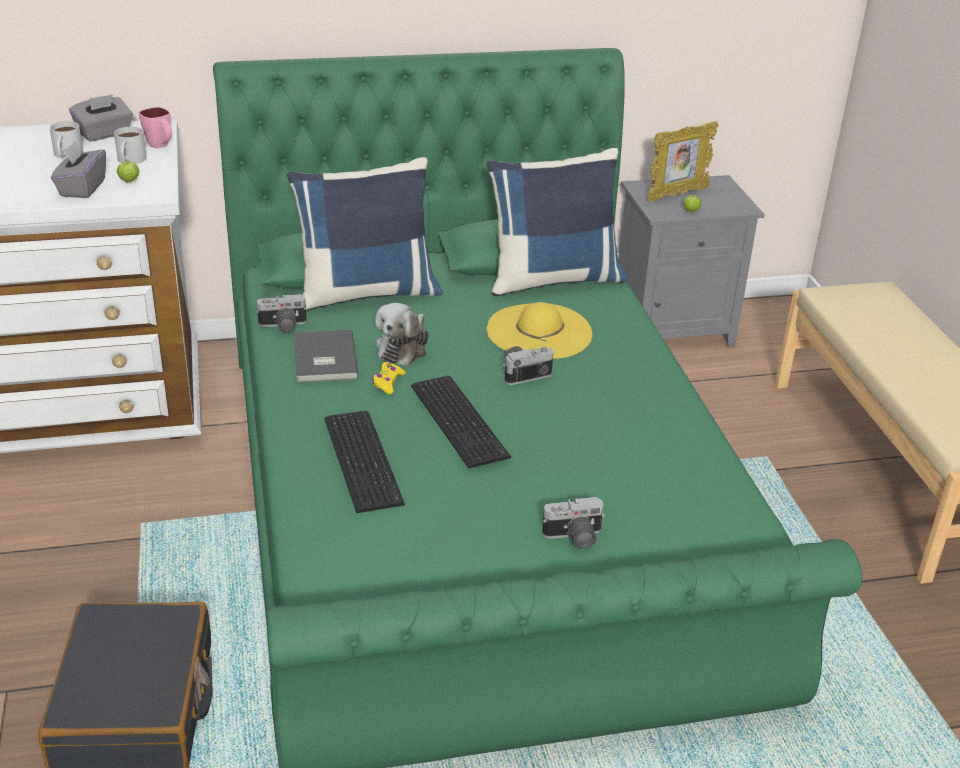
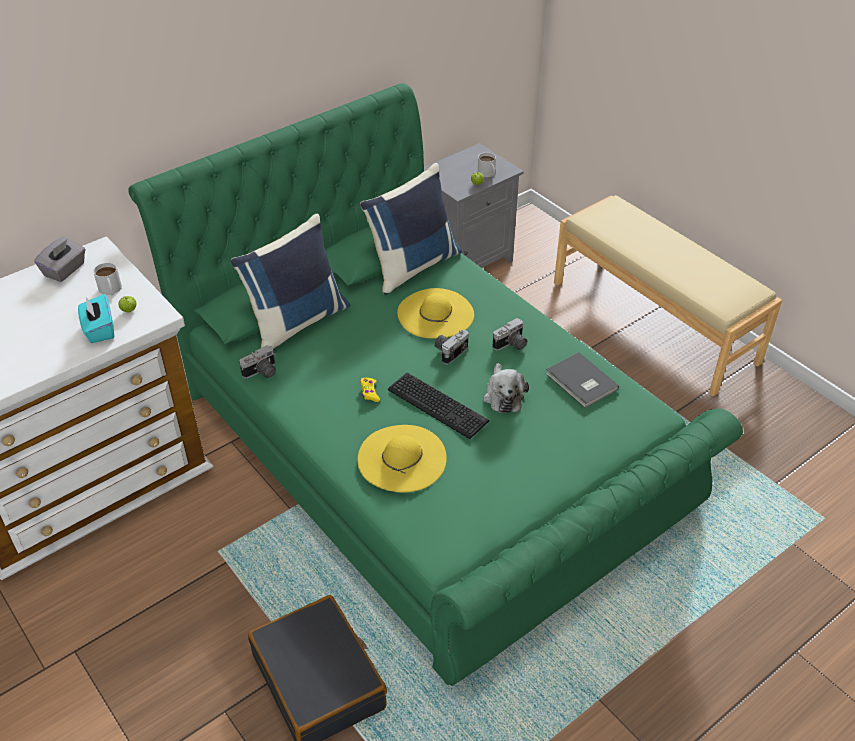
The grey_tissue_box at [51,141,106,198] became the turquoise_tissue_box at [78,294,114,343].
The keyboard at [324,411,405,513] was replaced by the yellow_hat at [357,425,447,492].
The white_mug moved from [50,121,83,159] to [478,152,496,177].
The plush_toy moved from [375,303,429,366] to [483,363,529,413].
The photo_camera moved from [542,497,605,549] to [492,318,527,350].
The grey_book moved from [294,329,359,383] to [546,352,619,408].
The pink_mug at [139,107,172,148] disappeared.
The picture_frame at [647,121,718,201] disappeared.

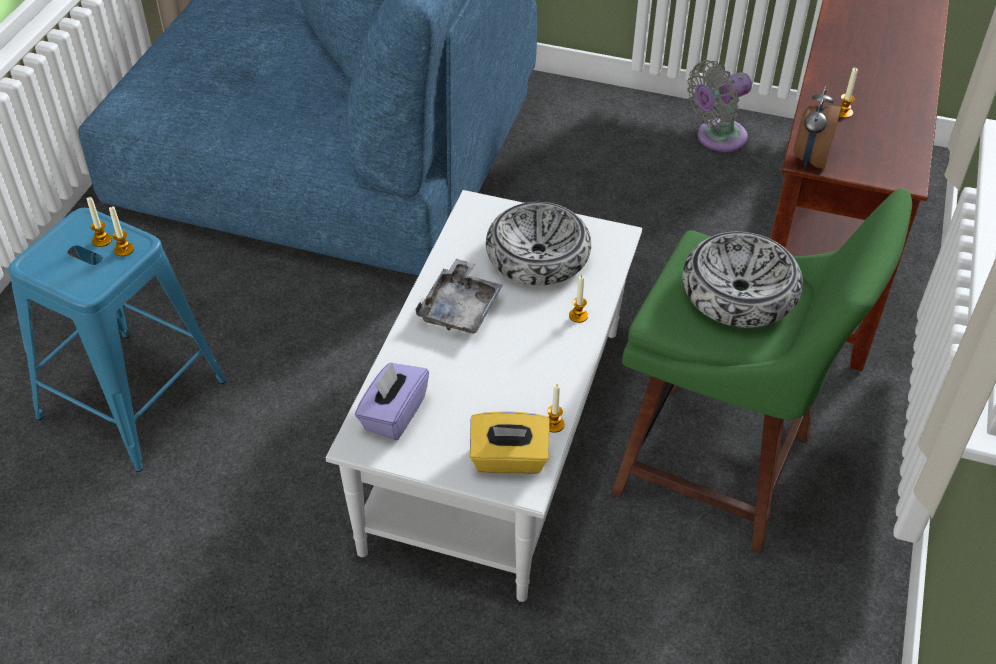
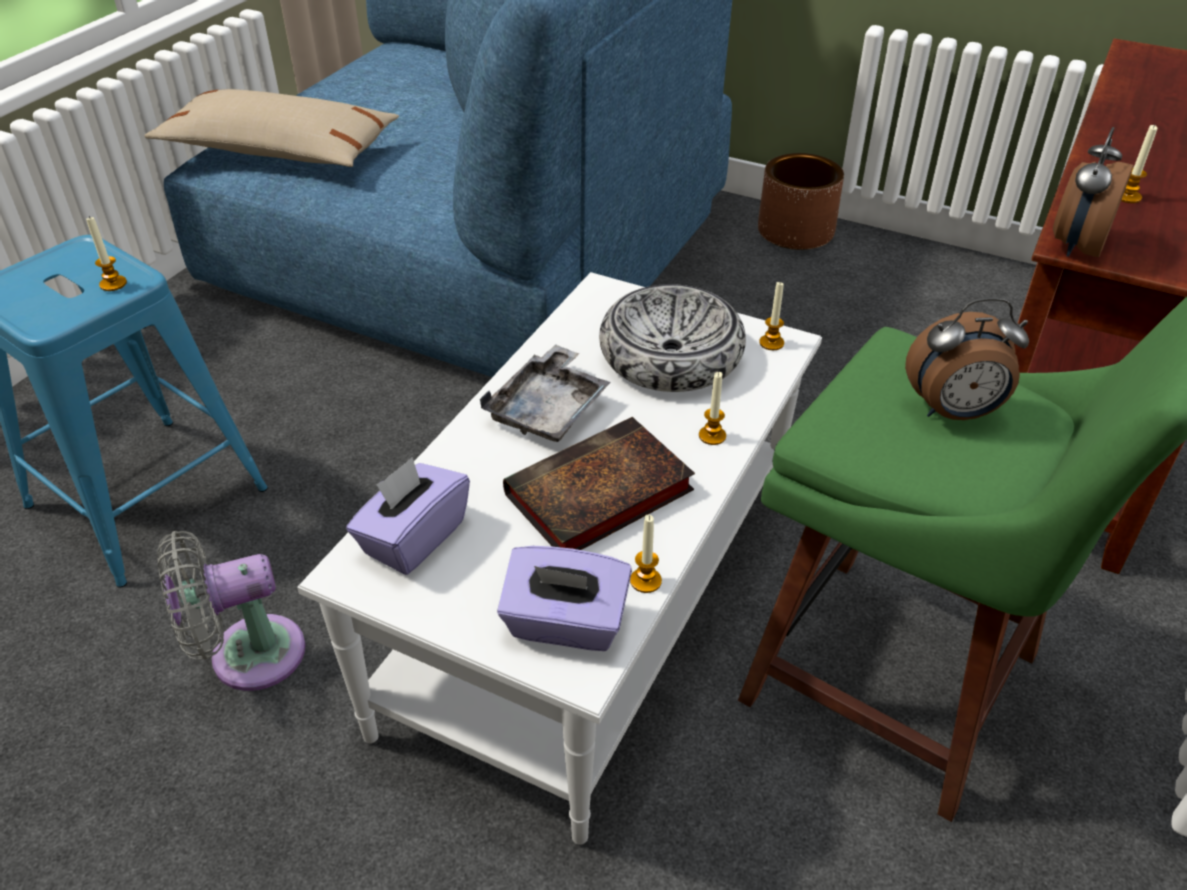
The beige_pillow at [144,89,399,167] appeared.
The grey_fan moved from [687,60,752,152] to [157,531,305,691].
The yellow_tissue_box at [470,411,550,474] became the purple_tissue_box at [497,546,632,651].
The book at [503,417,695,550] appeared.
The brown_planter at [758,153,844,250] appeared.
The candle moved from [87,197,112,247] to [759,281,784,350].
The bowl at [683,232,803,328] was replaced by the alarm_clock at [905,298,1029,420].

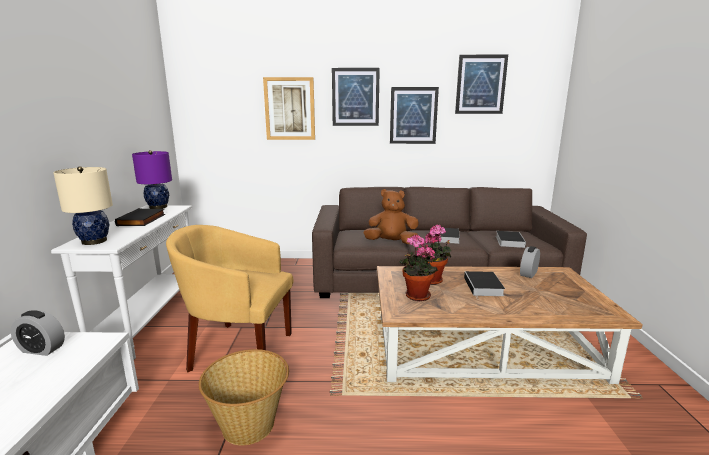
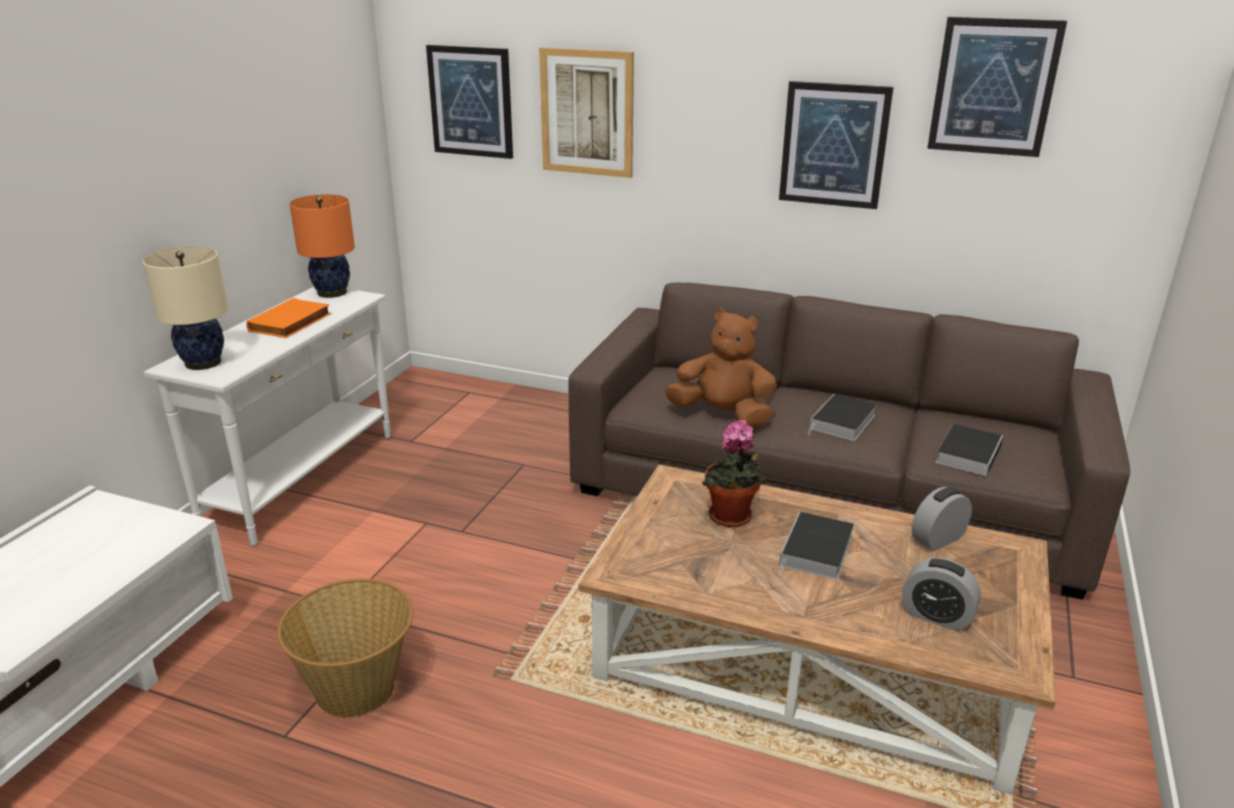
The black_book at [115,208,165,226] became the orange_book at [247,298,331,338].
The purple_table_lamp at [132,150,172,209] became the orange_table_lamp at [290,195,355,298].
The picture moved from [332,68,380,126] to [426,45,513,159].
The alarm_clock moved from [11,310,65,356] to [902,558,981,631].
The yellow_armchair at [166,225,294,372] disappeared.
The potted_plant at [399,235,438,301] disappeared.

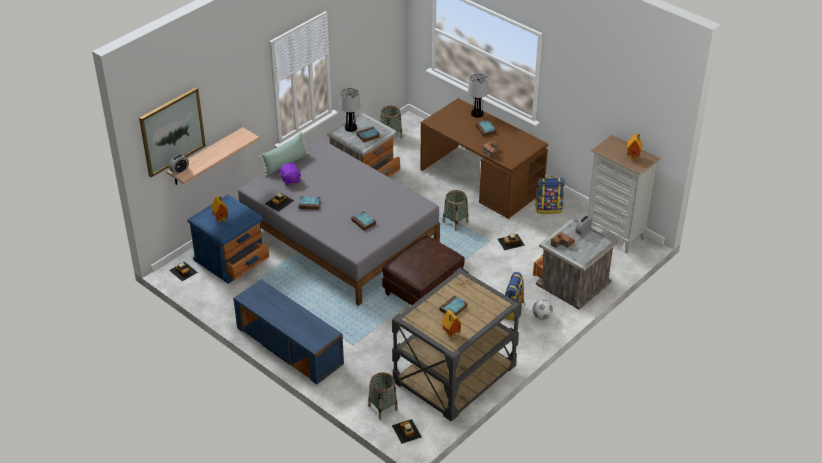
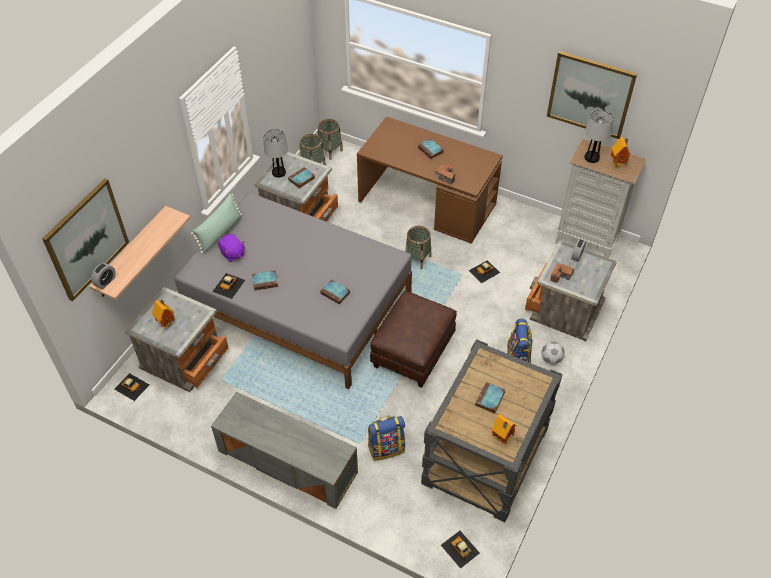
The blue_nightstand at [187,195,269,284] became the grey_nightstand at [125,287,228,392].
The blue_bench at [233,279,344,385] became the grey_bench at [211,392,358,509].
The basket moved from [368,372,398,419] to [318,119,343,160].
The backpack moved from [535,176,565,214] to [368,416,405,461].
The picture at [547,51,637,139] appeared.
The table_lamp moved from [468,74,489,118] to [584,110,614,163].

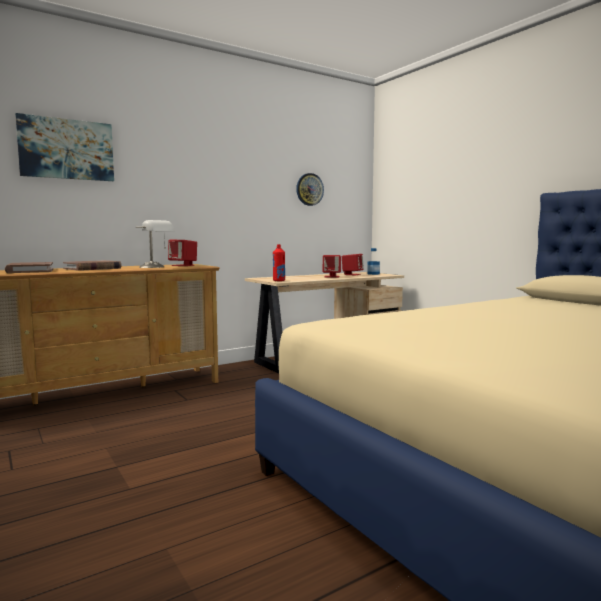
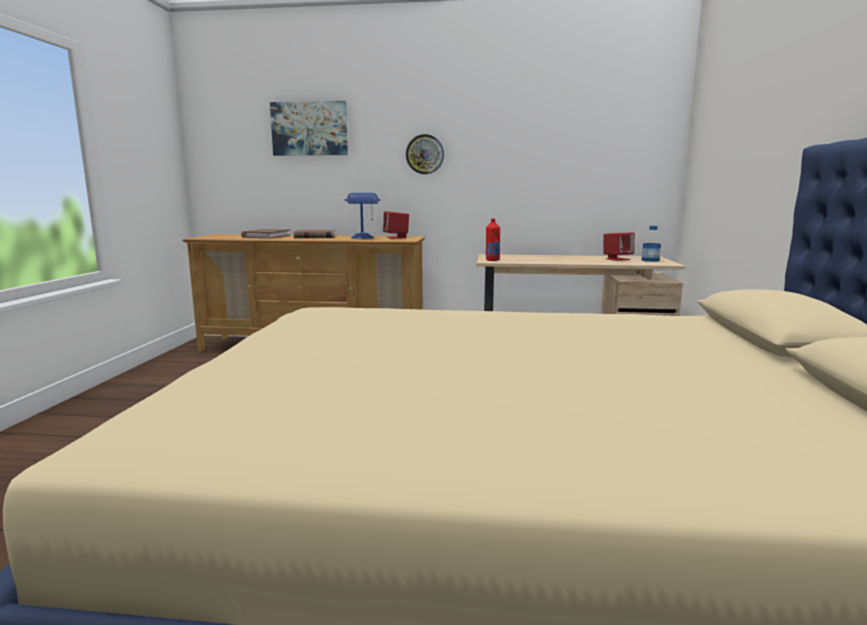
The white_table_lamp at [136,220,175,268] became the blue_table_lamp at [344,193,381,239].
The wall_clock moved from [296,173,324,206] to [406,134,444,174].
The red_speaker at [323,255,341,278] disappeared.

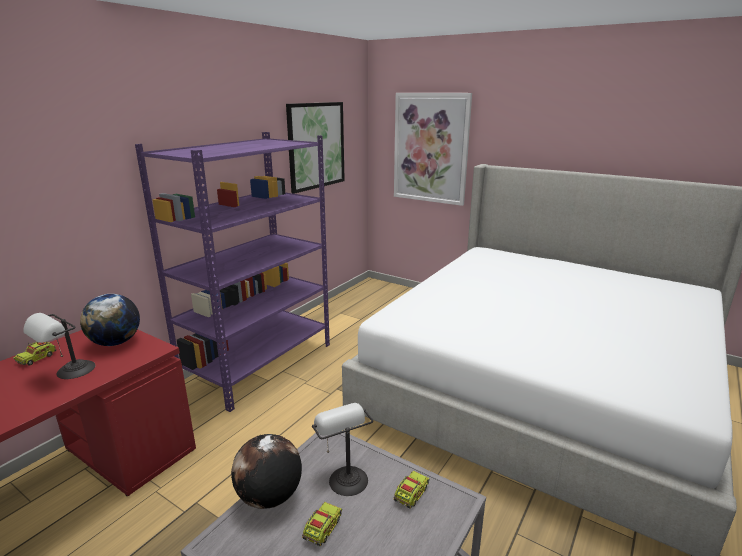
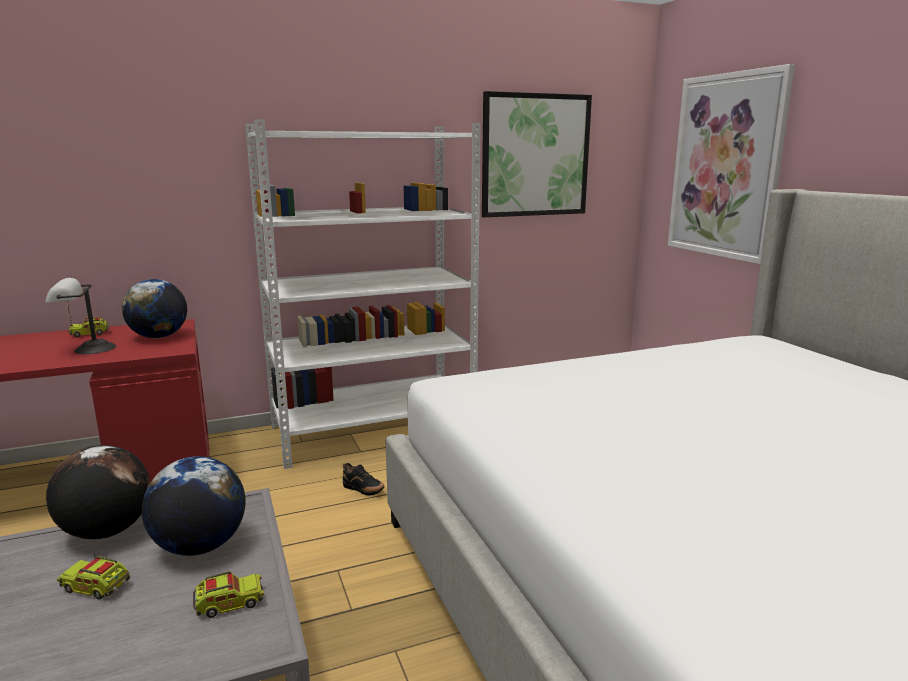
The toy_truck at [302,502,342,546] turned 135 degrees counterclockwise.
The table_lamp at [312,403,373,496] was replaced by the globe at [142,456,246,556].
The purple_bookcase at [135,132,330,412] became the white_bookcase at [245,119,481,469].
The black_shoe at [343,463,385,495] appeared.

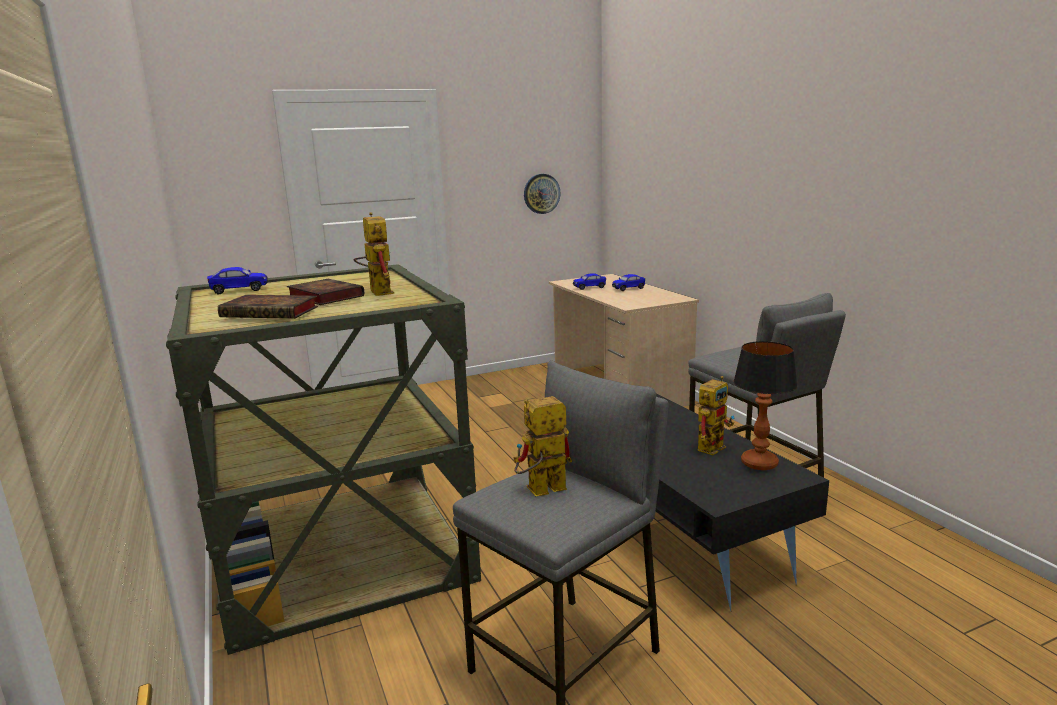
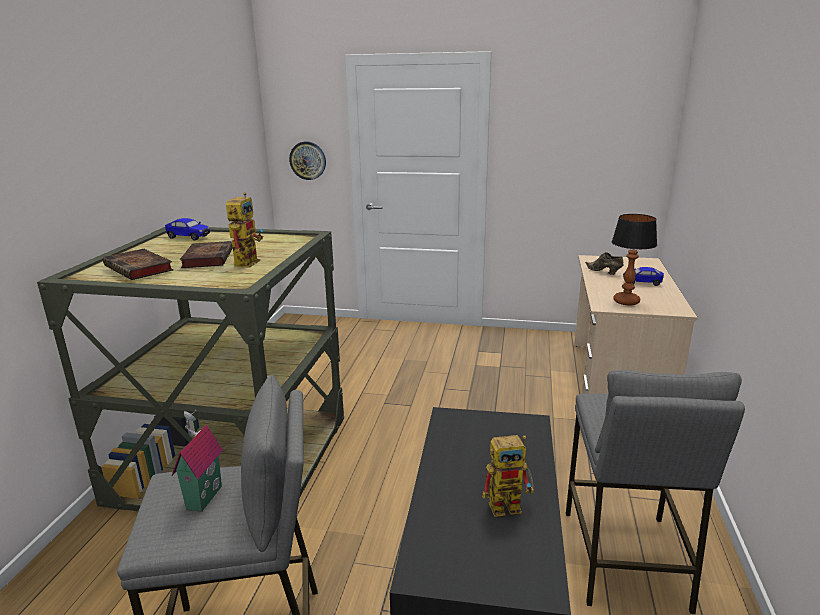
The toy_robot at [514,396,572,496] was replaced by the toy_house at [172,410,223,512].
The wall_clock moved from [524,174,561,214] to [289,141,326,180].
The toy_car at [573,273,606,290] was replaced by the brown_shoe at [585,252,623,275].
The table_lamp moved from [733,341,798,470] to [612,214,657,305].

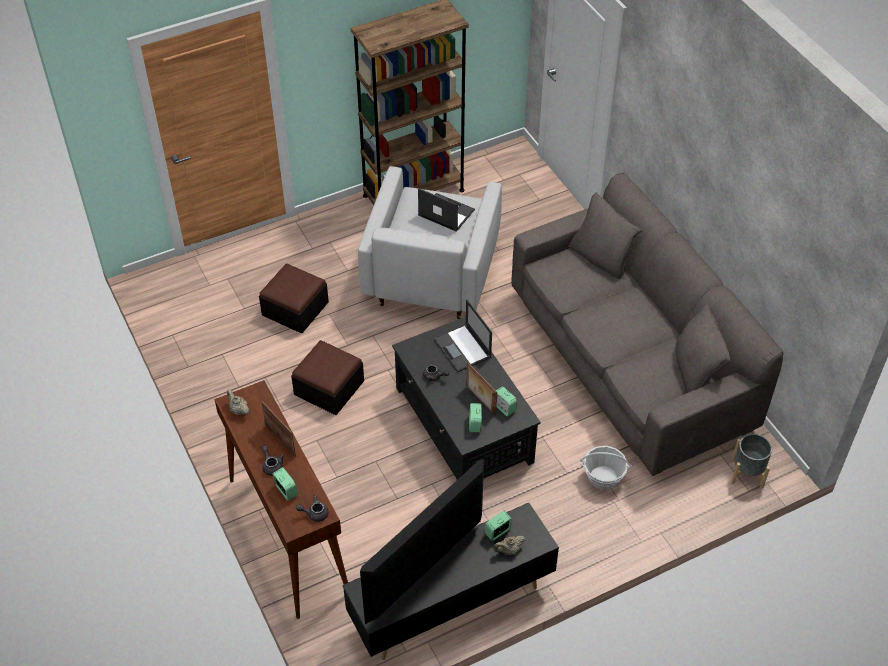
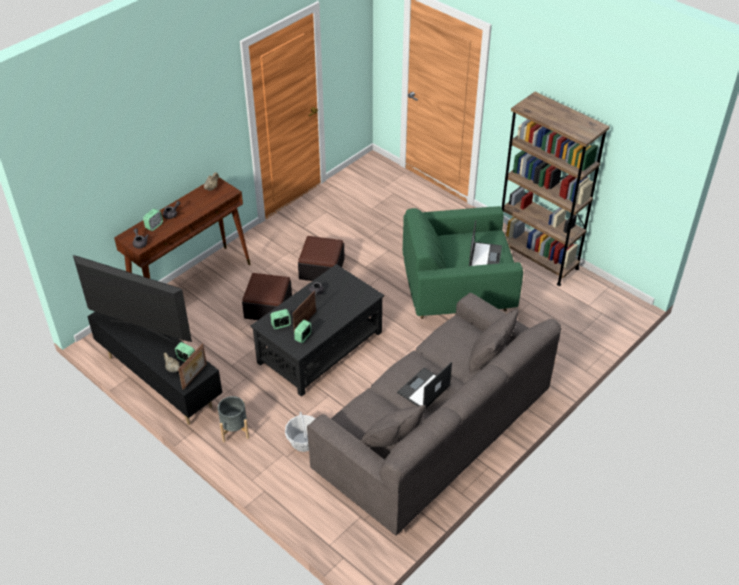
The picture_frame moved from [261,401,296,457] to [178,343,207,390].
The grey_planter moved from [731,434,772,488] to [218,396,249,443].
The ottoman moved from [259,264,329,333] to [242,273,292,320].
The laptop moved from [433,299,492,372] to [397,362,452,408].
The white_armchair at [358,166,502,319] became the green_armchair at [403,206,523,319].

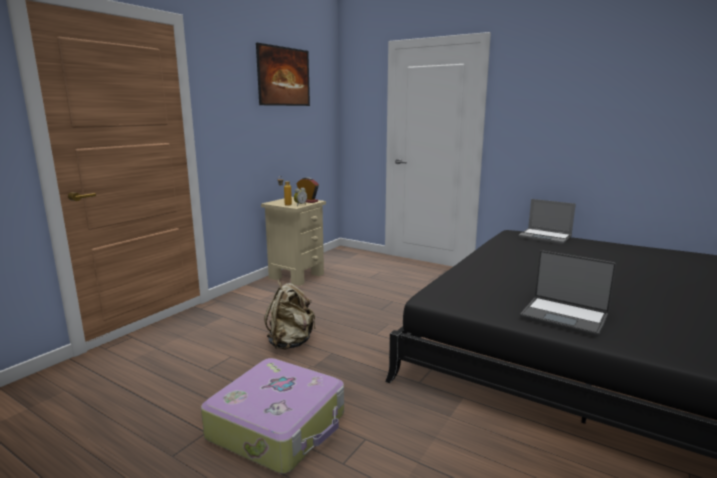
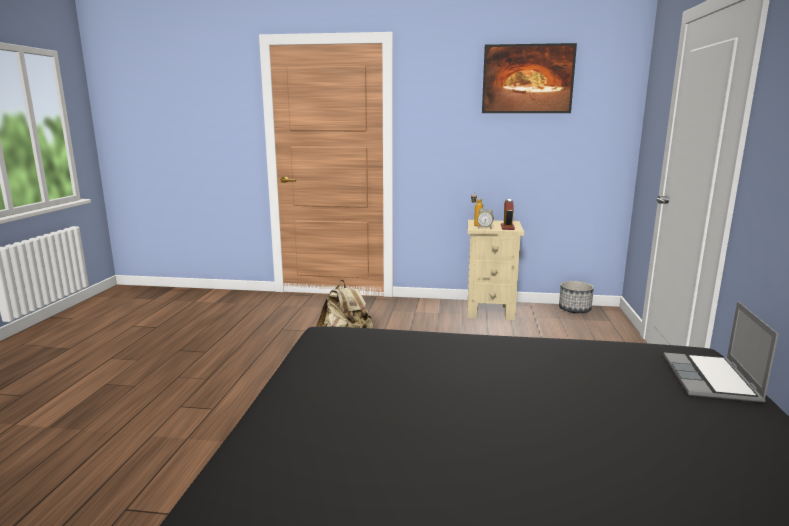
The planter at [559,281,594,313] appeared.
The suitcase at [201,358,344,474] disappeared.
The laptop at [520,250,616,337] disappeared.

